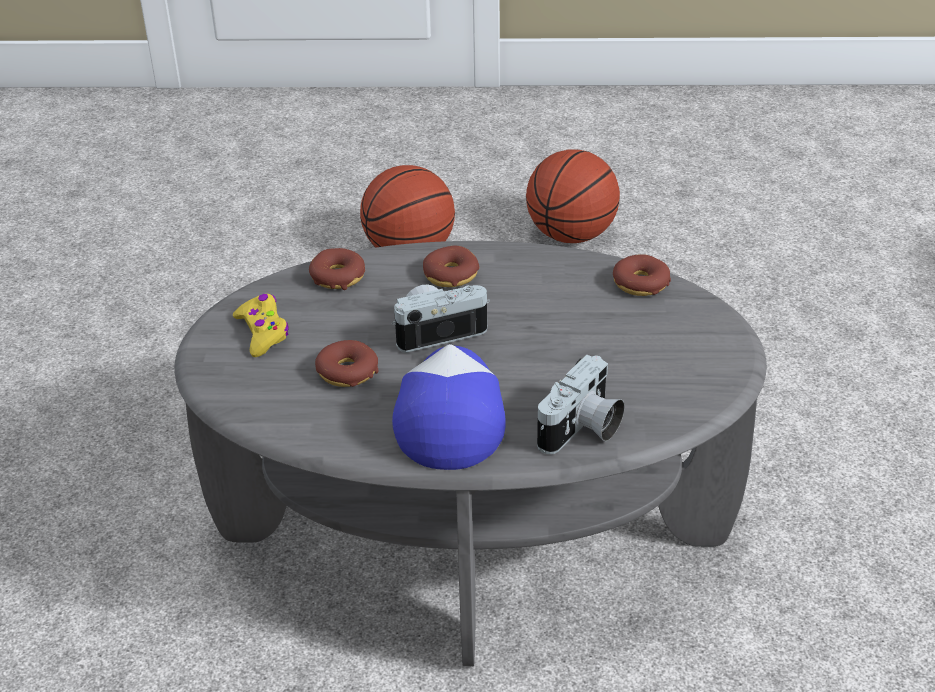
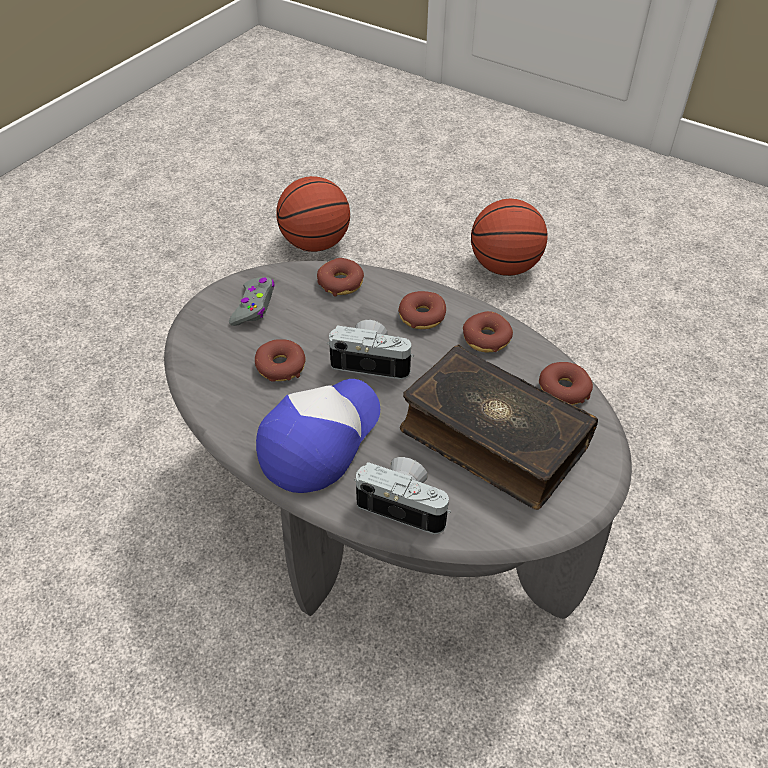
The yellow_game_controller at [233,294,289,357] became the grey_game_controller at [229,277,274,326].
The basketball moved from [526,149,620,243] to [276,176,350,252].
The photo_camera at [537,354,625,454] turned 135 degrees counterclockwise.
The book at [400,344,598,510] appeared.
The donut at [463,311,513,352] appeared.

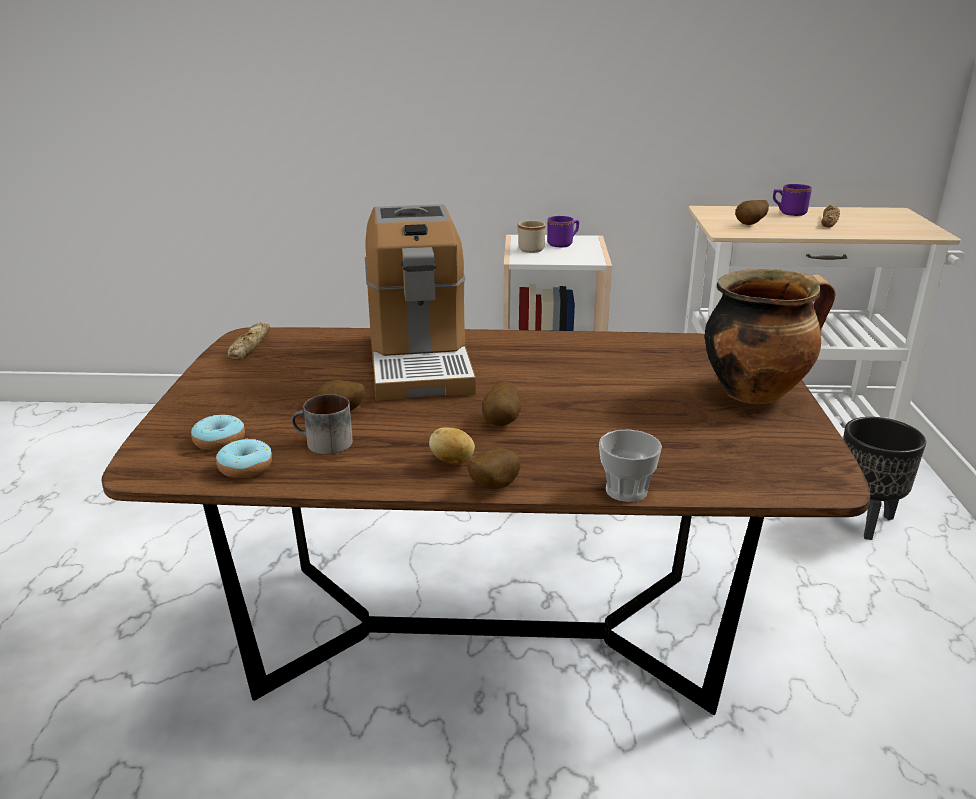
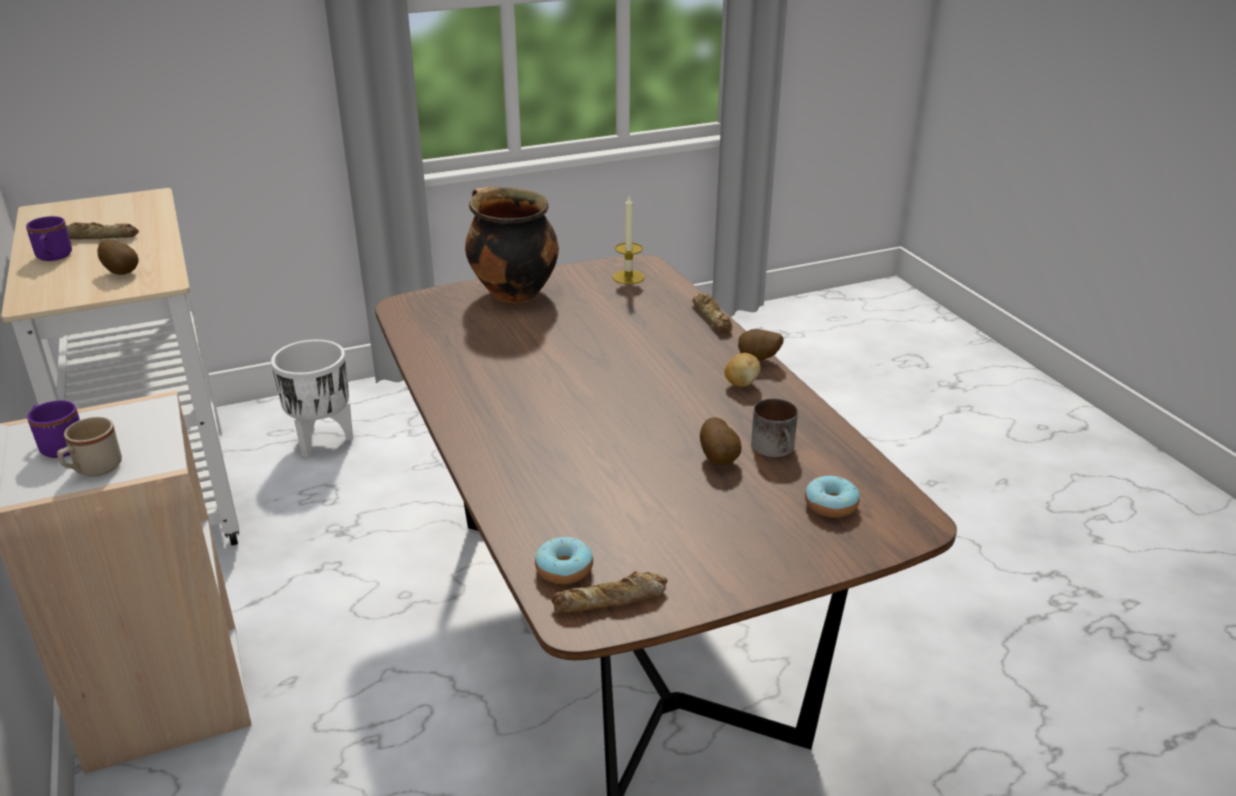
The black_planter at [843,417,926,540] became the white_planter at [271,340,353,457].
The donut moved from [216,438,273,478] to [535,537,593,584].
The candle at [613,196,645,284] appeared.
The cup at [599,429,662,502] was replaced by the bread at [692,293,732,333].
The coffee_machine at [365,204,476,401] disappeared.
The potato at [482,381,521,426] disappeared.

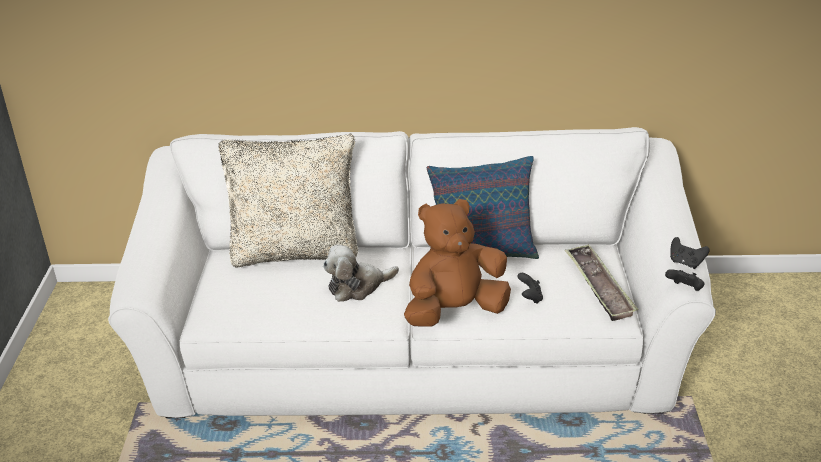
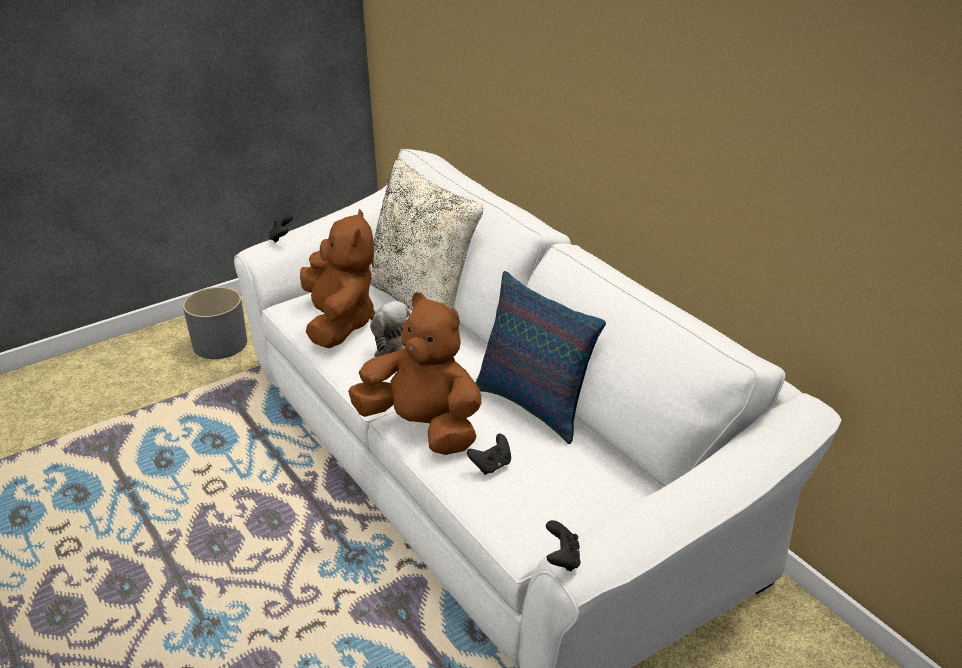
The grey_planter at [183,287,247,359] appeared.
The black_game_controller moved from [670,237,709,269] to [269,214,293,243].
The brown_plush_toy at [300,209,375,348] appeared.
The tray at [565,244,638,321] disappeared.

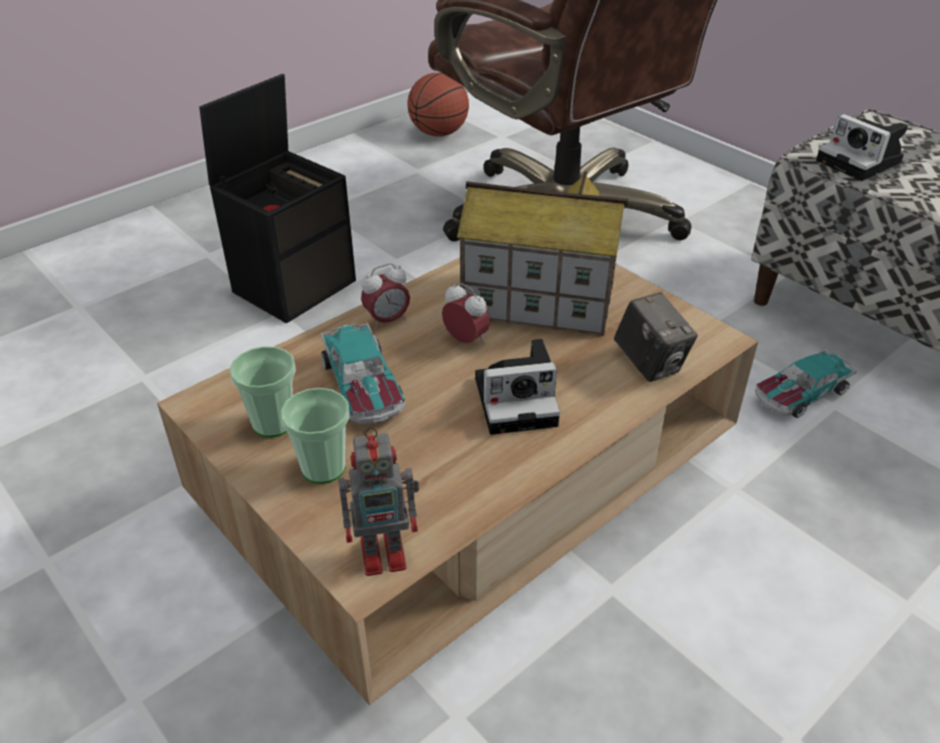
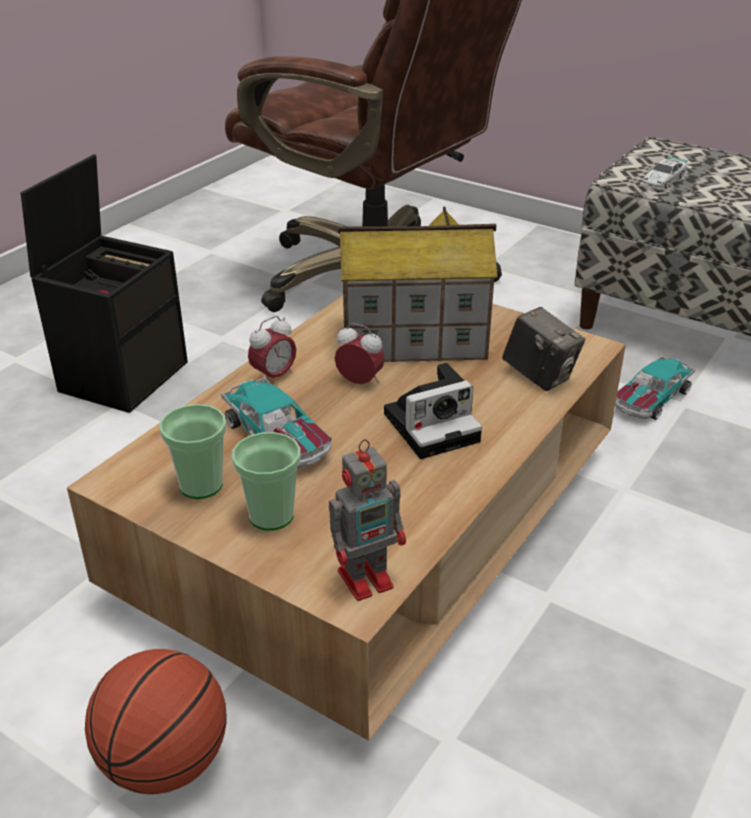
The basketball moved from [407,73,469,137] to [85,649,227,794].
The photo_camera at [816,114,908,181] was replaced by the toy_car at [642,156,688,190].

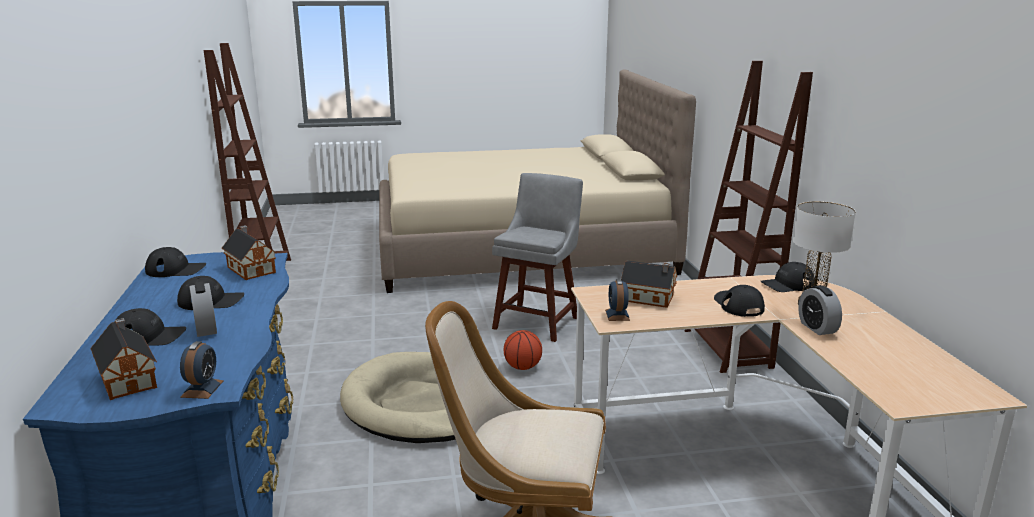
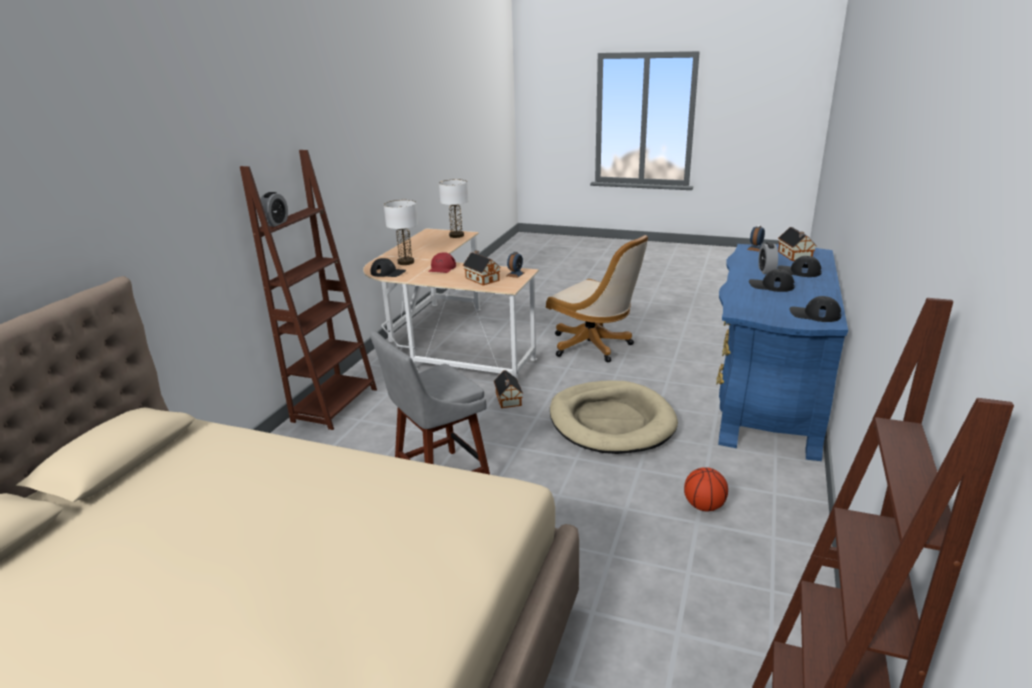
The alarm_clock moved from [798,285,842,335] to [260,192,288,227].
The black_cap at [714,285,765,317] became the red_cap at [428,252,456,273].
The table_lamp at [439,179,469,238] appeared.
The toy_house moved from [222,225,276,280] to [494,370,523,408].
The basketball moved from [504,330,542,370] to [684,467,728,511].

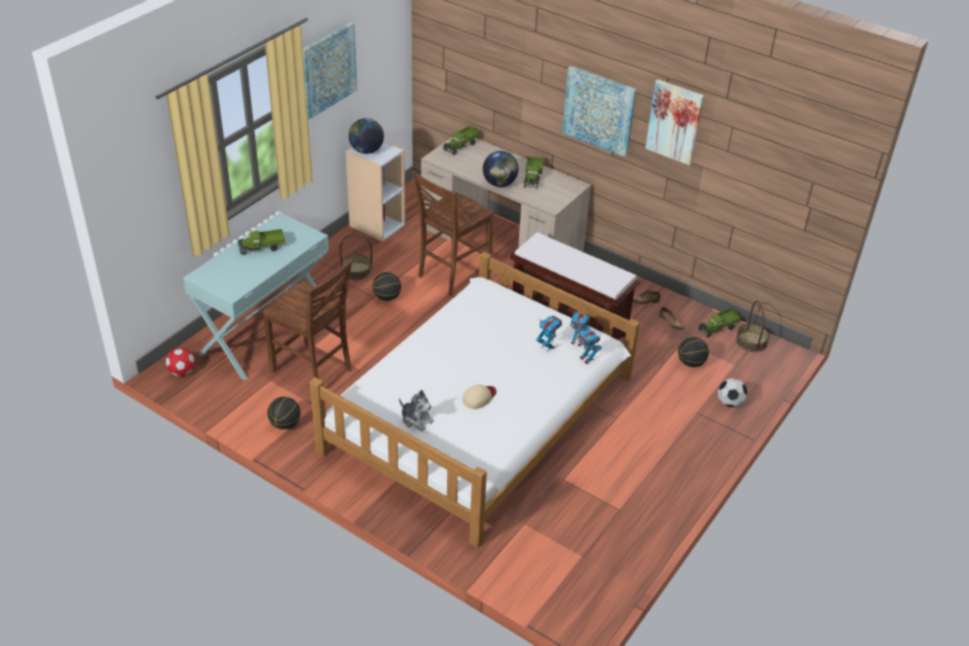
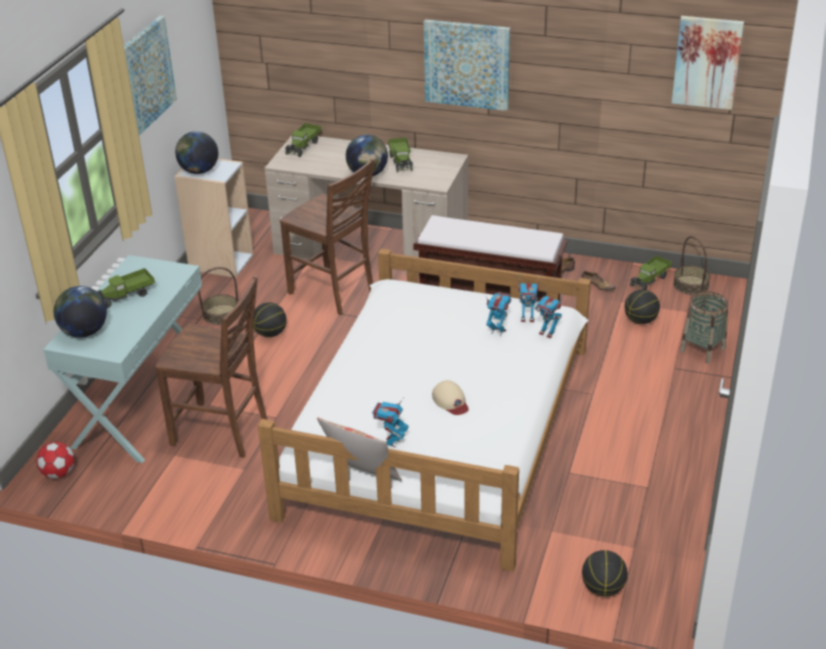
The globe at [54,286,107,337] appeared.
The brown_chair at [412,170,494,296] turned 75 degrees counterclockwise.
The pillow at [317,418,402,481] appeared.
The plush_toy at [399,390,434,432] was replaced by the toy_robot at [372,399,409,447].
The beige_cap at [463,384,497,409] turned 120 degrees clockwise.
The basketball moved from [267,397,301,430] to [582,550,628,596].
The picture moved from [645,79,704,166] to [672,16,744,110].
The football at [718,379,748,407] was replaced by the basket at [680,291,728,364].

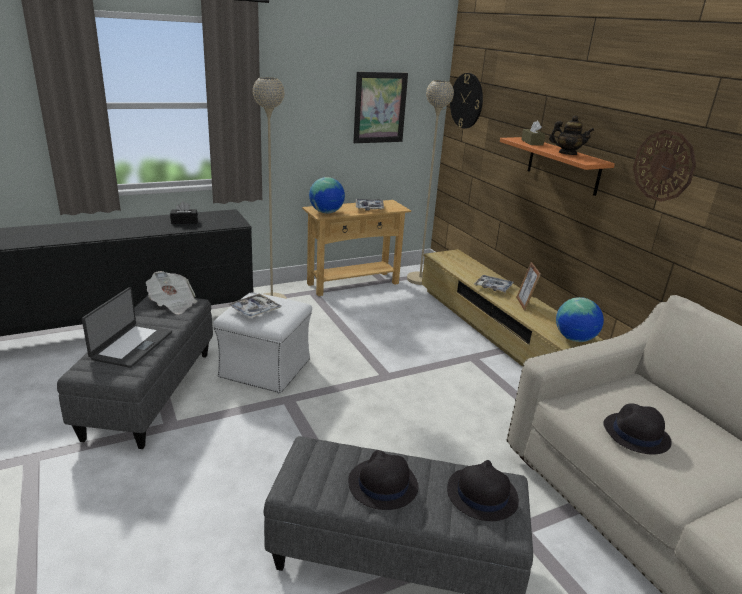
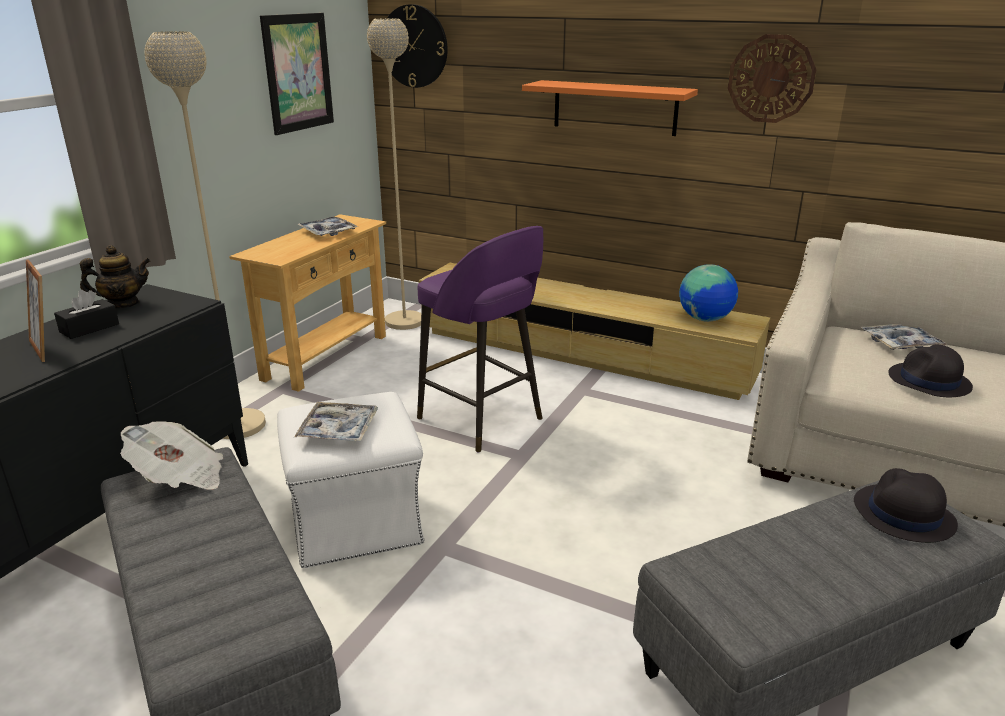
The picture_frame moved from [516,262,541,311] to [26,260,45,362].
The teapot moved from [549,116,594,155] to [80,245,151,309].
The purple_stool at [417,226,543,452] appeared.
The tray moved from [474,275,514,292] to [861,324,947,350].
The laptop at [82,287,172,368] disappeared.
The globe at [309,177,345,213] disappeared.
The black_hat at [348,450,419,510] disappeared.
The brown_tissue_box at [521,121,545,146] disappeared.

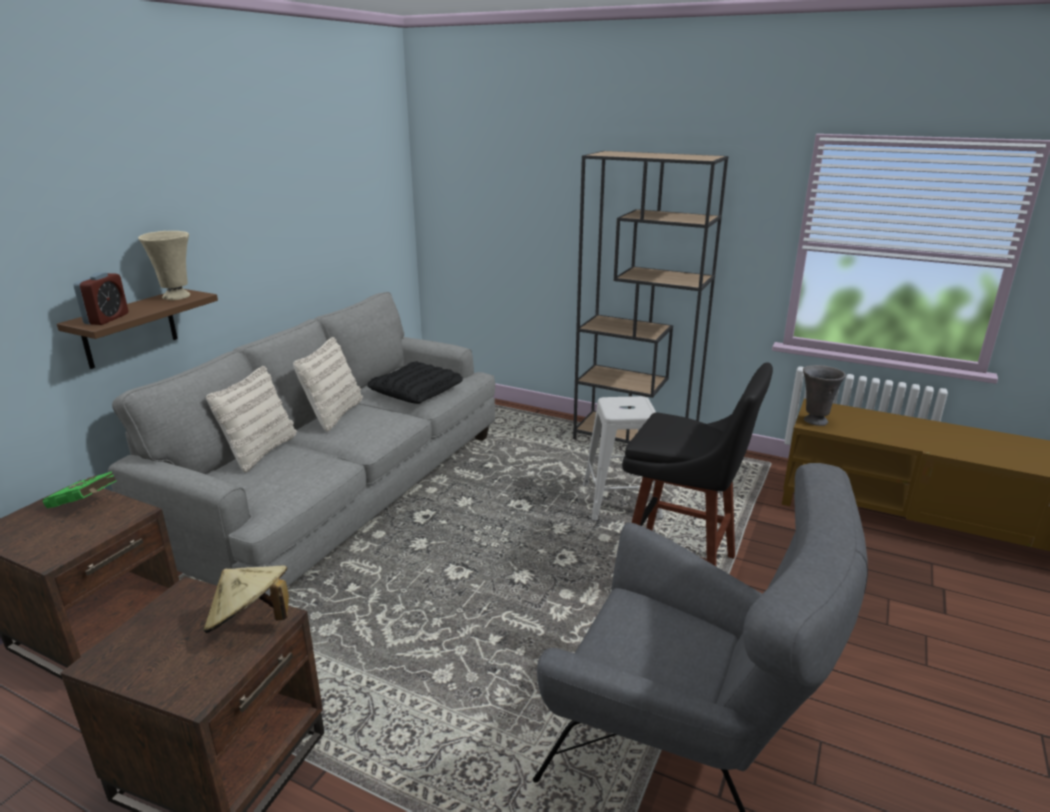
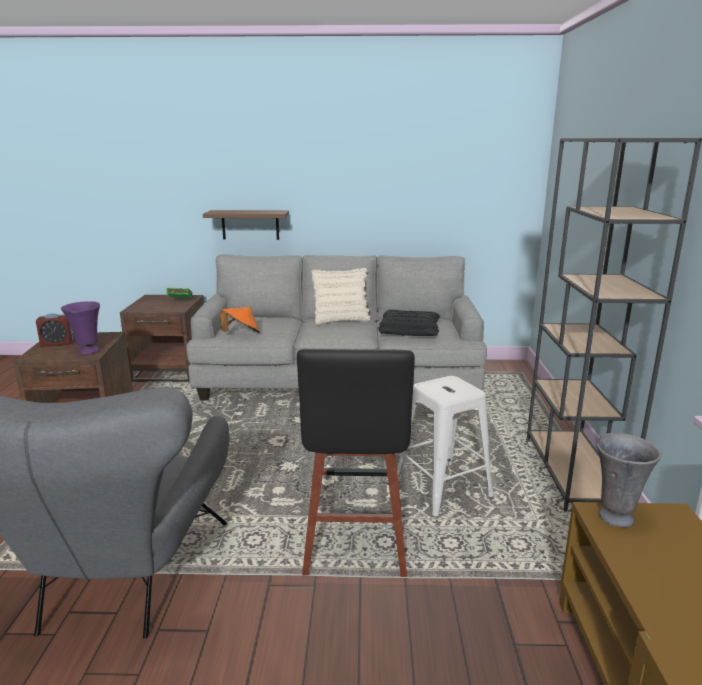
The alarm_clock moved from [73,272,128,325] to [36,313,73,347].
The beige_hat at [204,565,289,633] was replaced by the purple_vase at [61,301,100,354].
The orange_hat at [220,307,260,333] appeared.
The beige_vase at [138,231,190,300] disappeared.
The beige_pillow at [206,366,297,473] disappeared.

